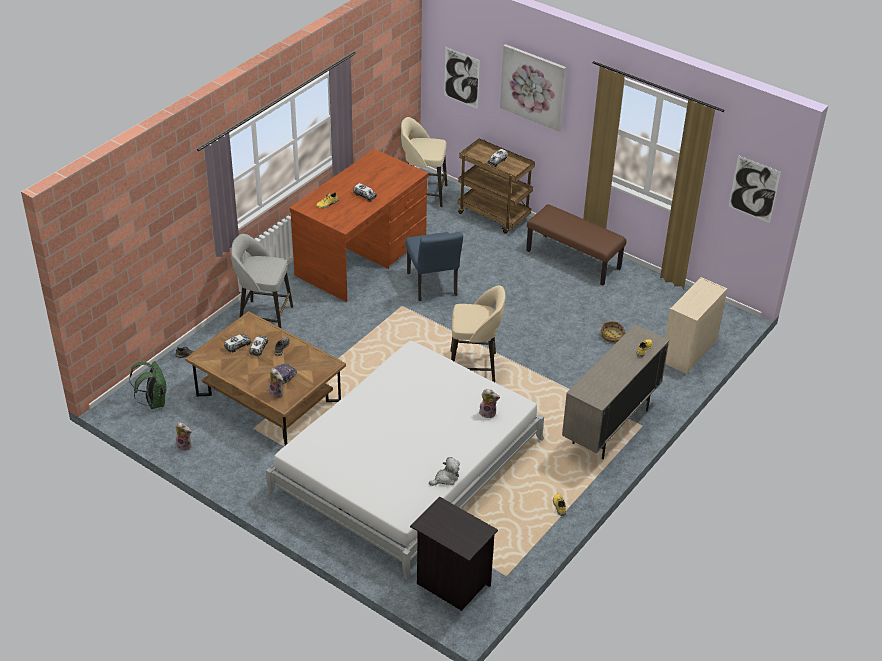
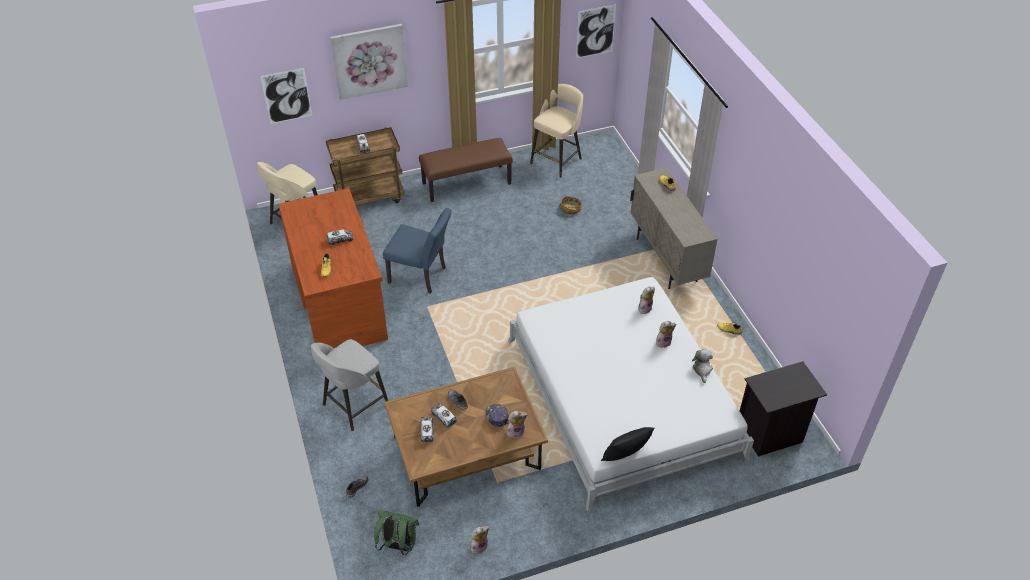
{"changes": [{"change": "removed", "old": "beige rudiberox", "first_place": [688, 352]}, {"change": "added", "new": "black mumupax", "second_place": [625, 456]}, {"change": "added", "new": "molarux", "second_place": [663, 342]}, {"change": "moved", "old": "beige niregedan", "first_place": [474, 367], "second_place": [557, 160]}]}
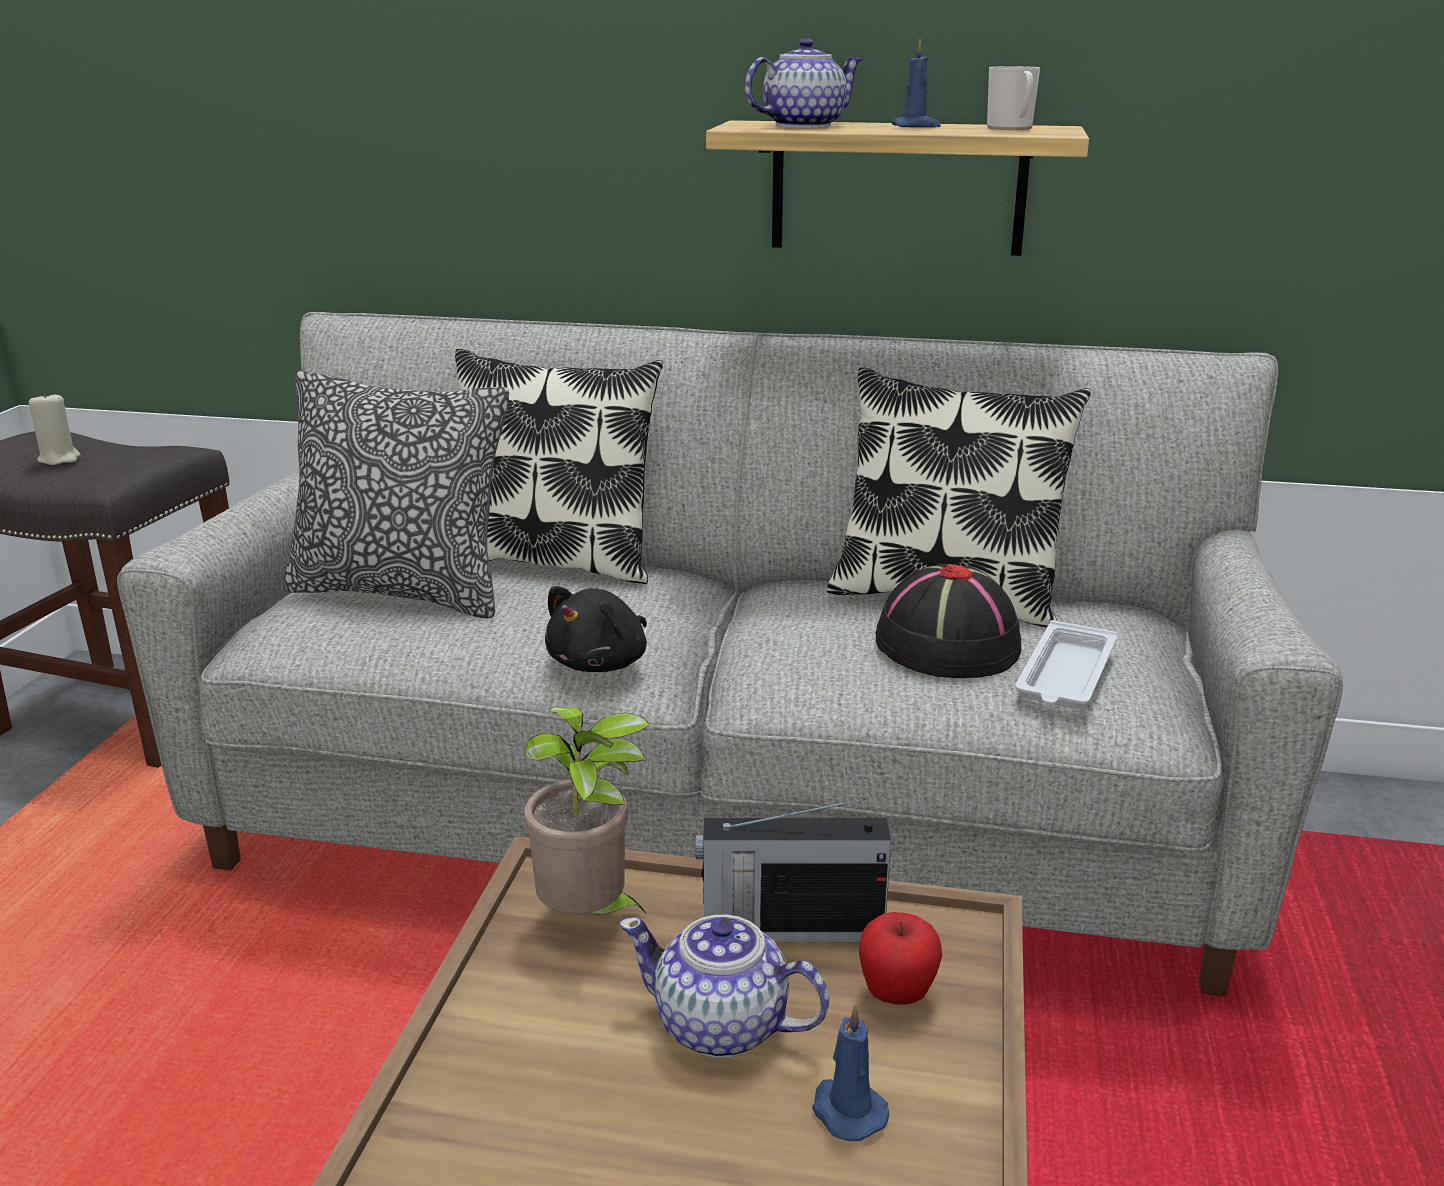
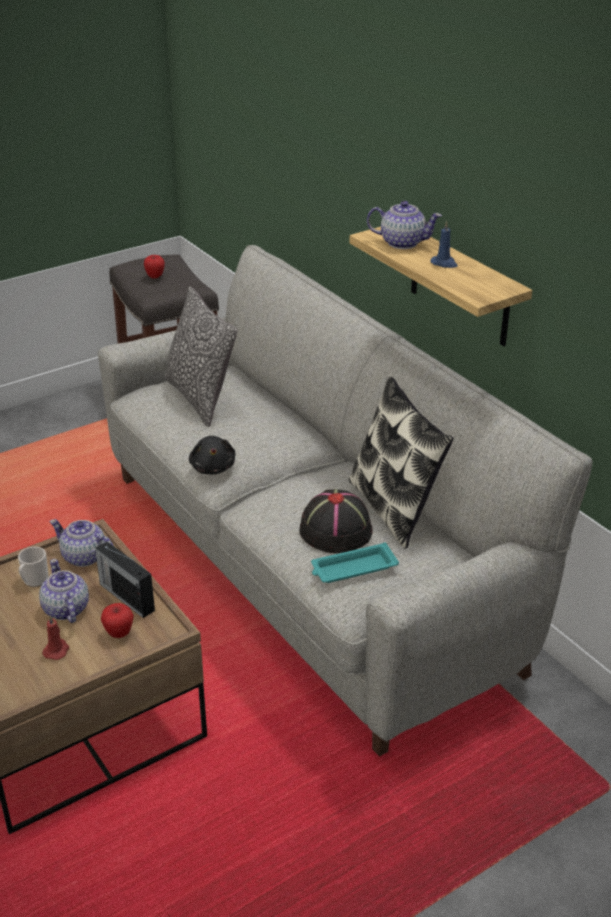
{"changes": [{"change": "removed", "old": "mumupax", "first_place": [554, 561]}, {"change": "moved", "old": "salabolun", "first_place": [1012, 128], "second_place": [34, 581]}, {"change": "replaced", "old": "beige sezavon", "new": "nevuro", "first_place": [59, 459], "second_place": [155, 276]}, {"change": "replaced", "old": "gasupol", "new": "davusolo", "first_place": [589, 918], "second_place": [84, 557]}, {"change": "recoloured", "old": "blue sezavon", "new": "red sezavon", "first_place": [846, 1111], "second_place": [57, 650]}, {"change": "recoloured", "old": "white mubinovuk", "new": "turquoise mubinovuk", "first_place": [1065, 675], "second_place": [352, 568]}, {"change": "turned", "old": "black molarux", "first_place": [601, 663], "second_place": [213, 467], "degrees": -90}]}
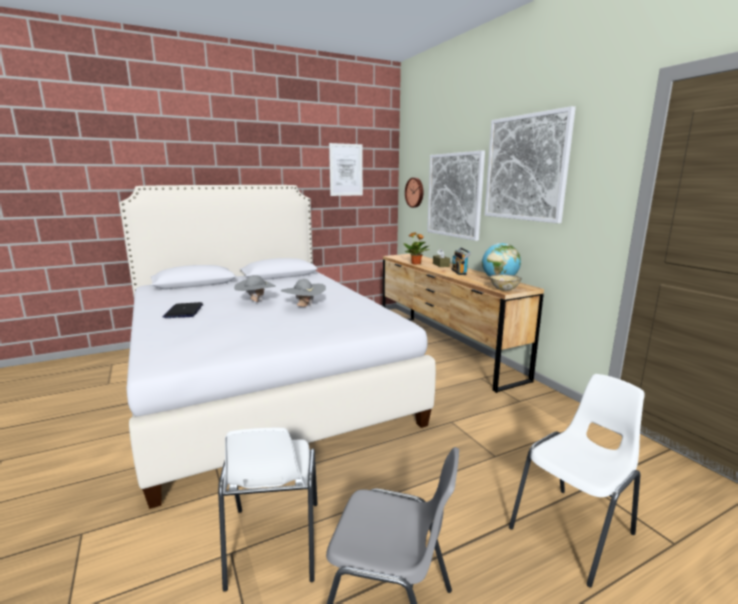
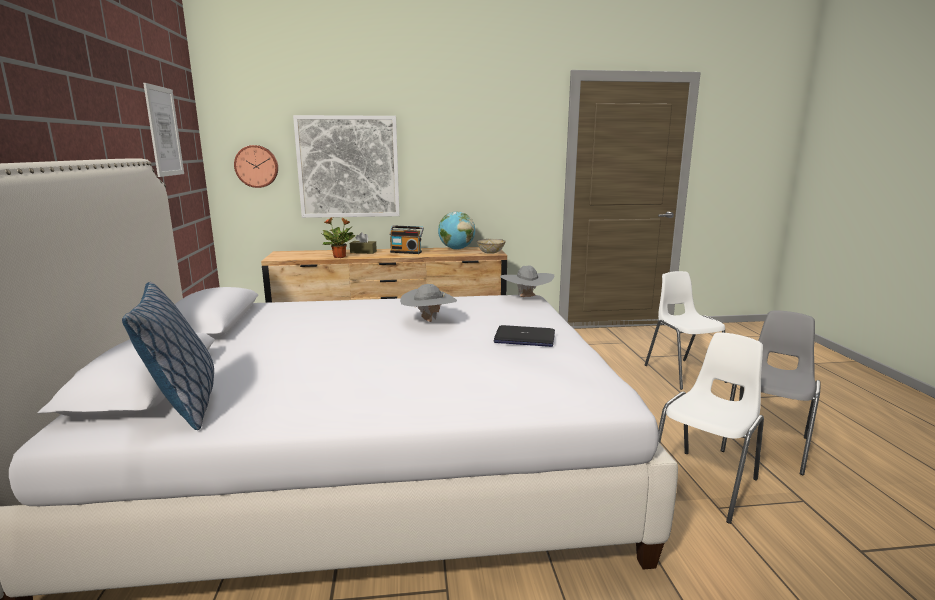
{"changes": [{"change": "removed", "old": "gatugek", "first_place": [525, 168]}, {"change": "added", "new": "mumupax", "second_place": [184, 406]}, {"change": "moved", "old": "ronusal", "first_place": [184, 311], "second_place": [524, 338]}, {"change": "moved", "old": "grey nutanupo", "first_place": [256, 302], "second_place": [526, 298]}, {"change": "turned", "old": "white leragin", "first_place": [273, 544], "second_place": [705, 483], "degrees": -60}]}
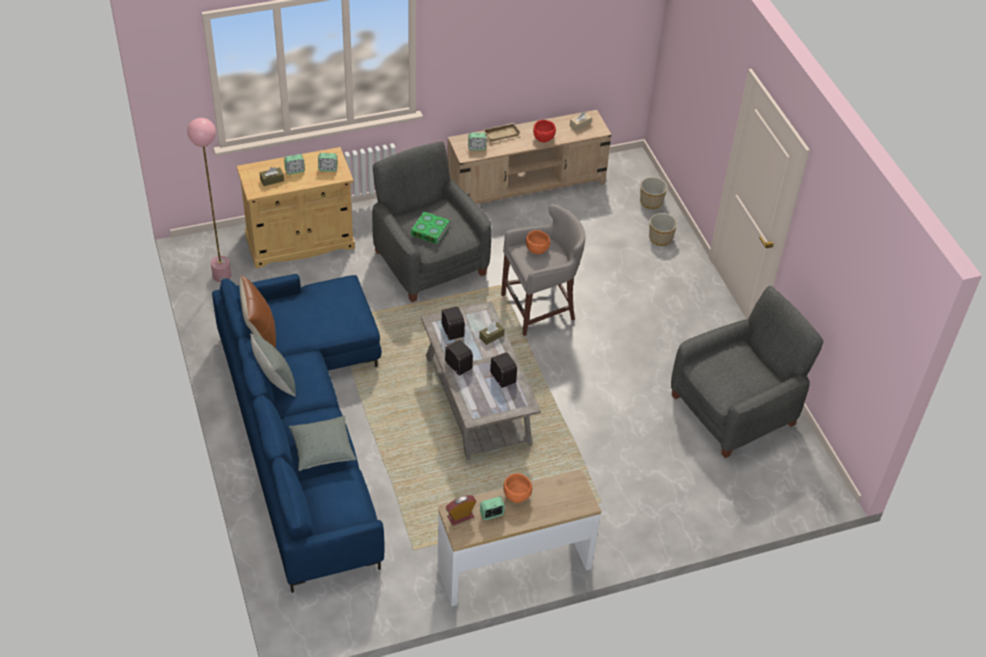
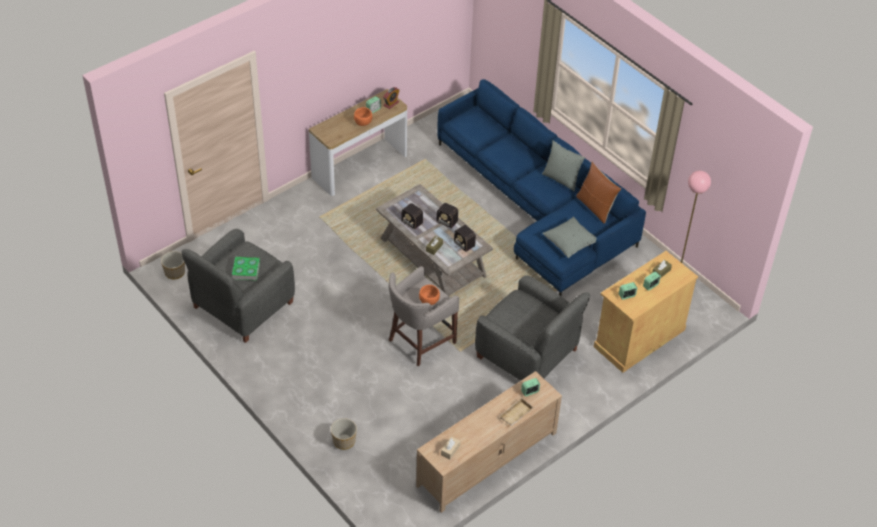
{"changes": [{"change": "removed", "old": "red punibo", "first_place": [543, 138]}, {"change": "moved", "old": "grey mumupax", "first_place": [322, 450], "second_place": [570, 243]}, {"change": "moved", "old": "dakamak", "first_place": [430, 230], "second_place": [246, 270]}, {"change": "moved", "old": "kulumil", "first_place": [651, 202], "second_place": [174, 272]}]}
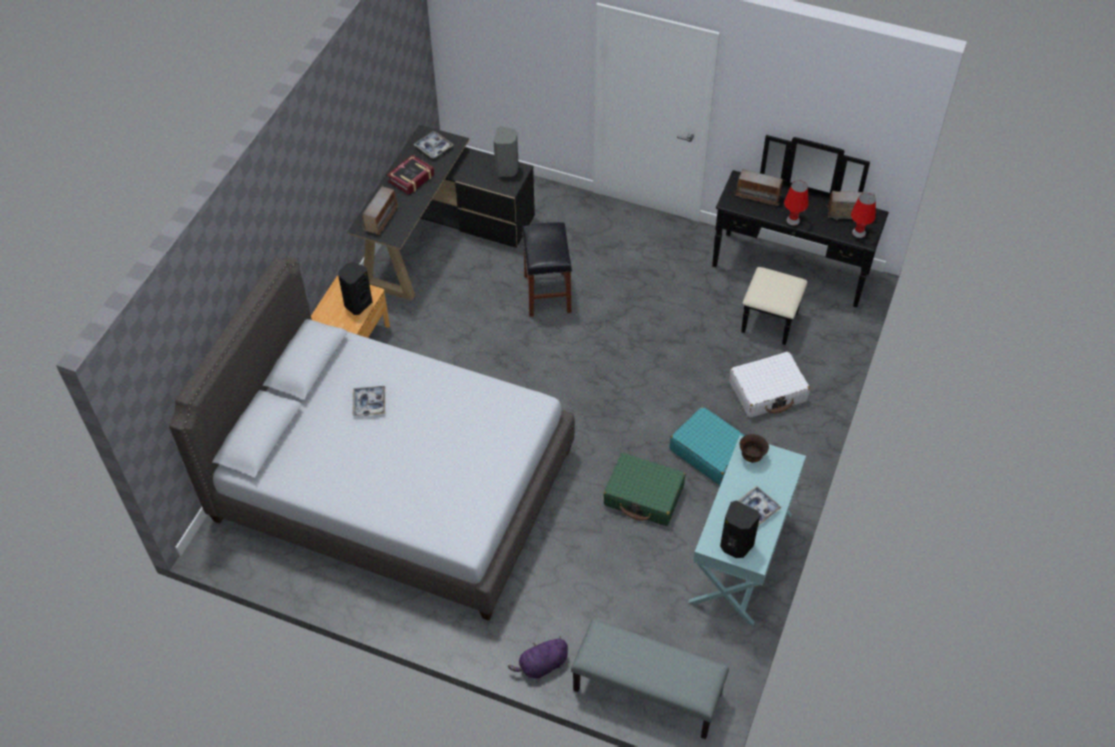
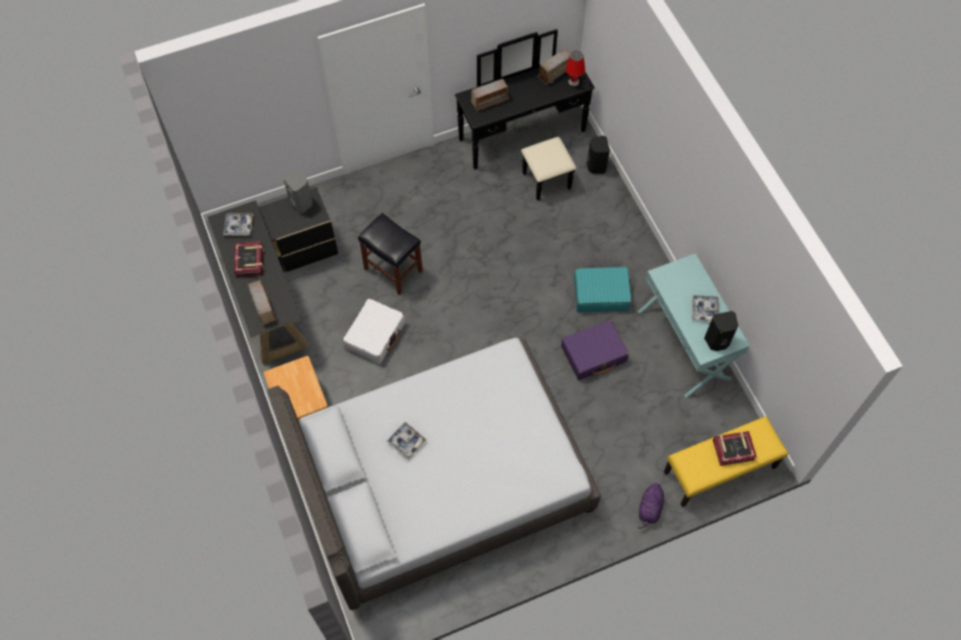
{"changes": [{"change": "removed", "old": "brown punibo", "first_place": [751, 456]}, {"change": "removed", "old": "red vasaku", "first_place": [793, 220]}, {"change": "added", "new": "dakamak", "second_place": [733, 449]}, {"change": "moved", "old": "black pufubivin", "first_place": [357, 304], "second_place": [596, 166]}, {"change": "moved", "old": "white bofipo", "first_place": [768, 391], "second_place": [375, 335]}, {"change": "recoloured", "old": "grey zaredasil", "new": "yellow zaredasil", "first_place": [646, 692], "second_place": [719, 470]}, {"change": "recoloured", "old": "green bofipo", "new": "purple bofipo", "first_place": [644, 496], "second_place": [594, 354]}]}
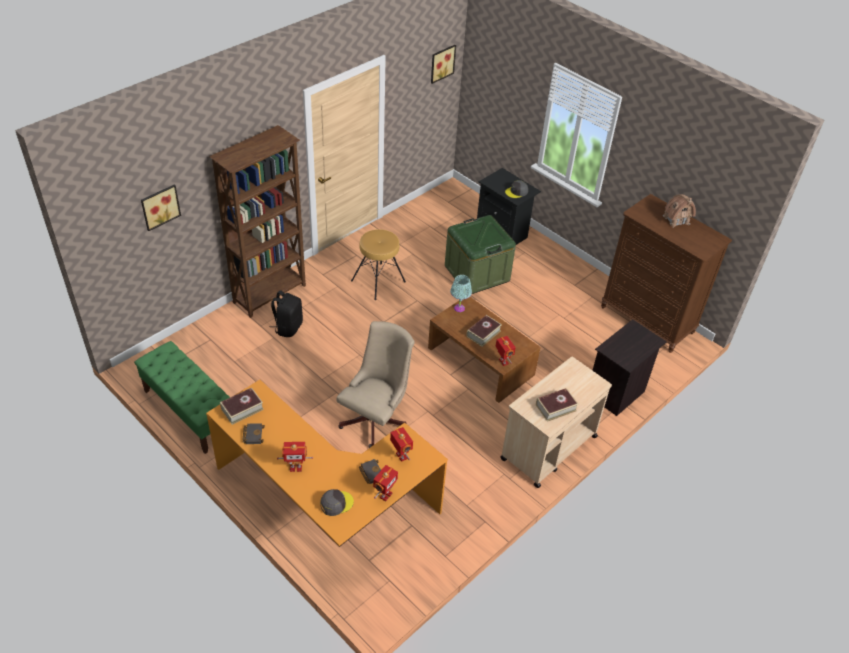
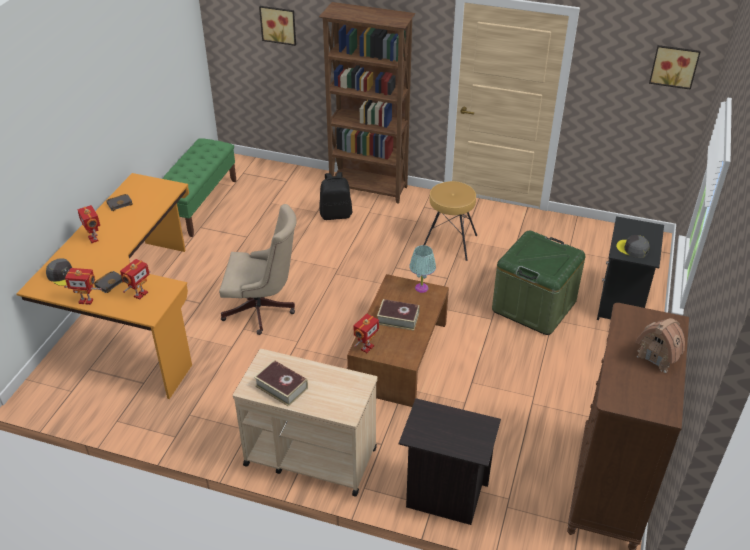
{"changes": [{"change": "removed", "old": "dakamak", "first_place": [242, 409]}]}
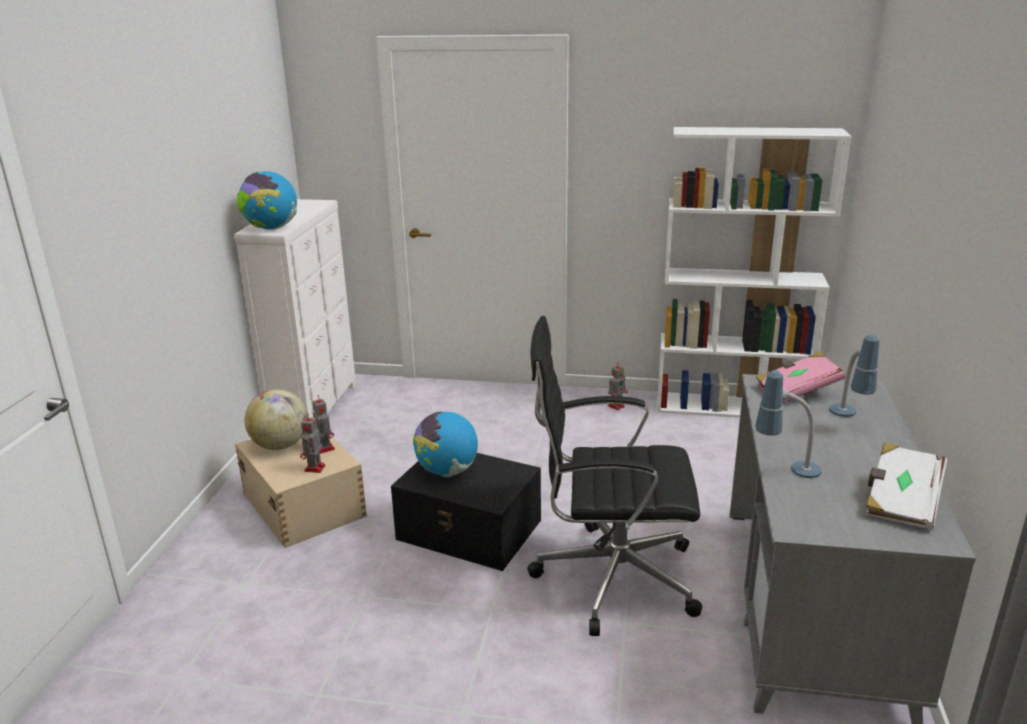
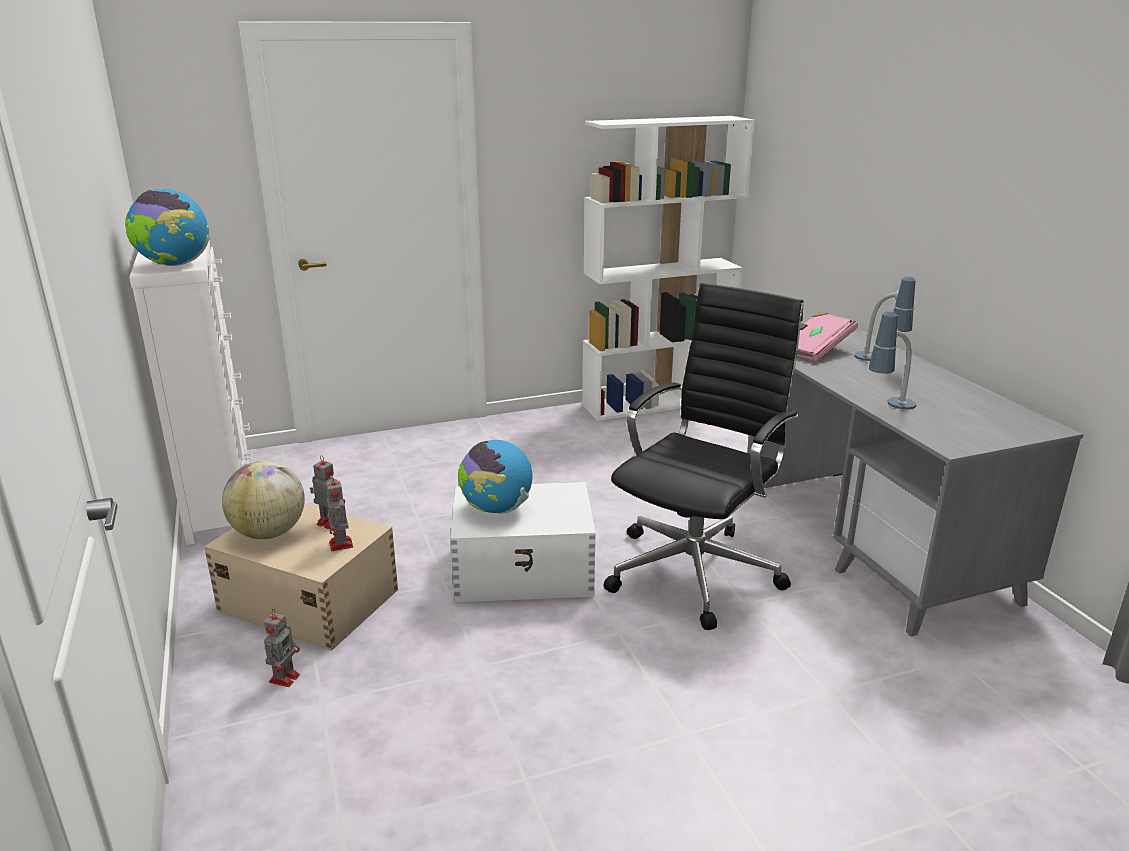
{"changes": [{"change": "removed", "old": "white dakamak", "first_place": [900, 502]}, {"change": "moved", "old": "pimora", "first_place": [616, 406], "second_place": [285, 677]}, {"change": "recoloured", "old": "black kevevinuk", "new": "white kevevinuk", "first_place": [470, 530], "second_place": [525, 570]}, {"change": "turned", "old": "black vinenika", "first_place": [611, 577], "second_place": [697, 570], "degrees": 150}]}
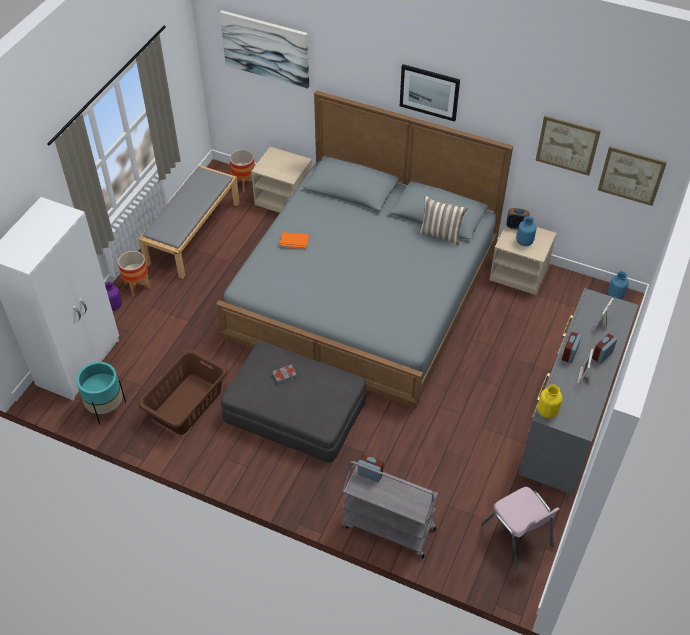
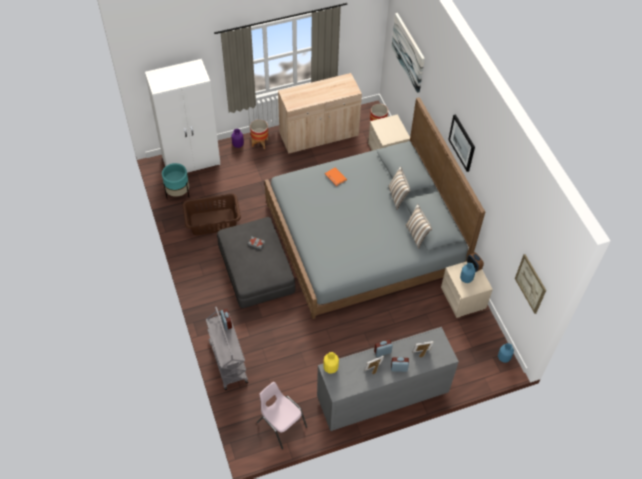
{"changes": [{"change": "removed", "old": "gatugek", "first_place": [567, 145]}, {"change": "added", "new": "mumupax", "second_place": [398, 197]}, {"change": "replaced", "old": "grey zaredasil", "new": "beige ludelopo", "first_place": [193, 232], "second_place": [319, 135]}, {"change": "turned", "old": "pink leragin", "first_place": [518, 536], "second_place": [281, 424], "degrees": 120}]}
